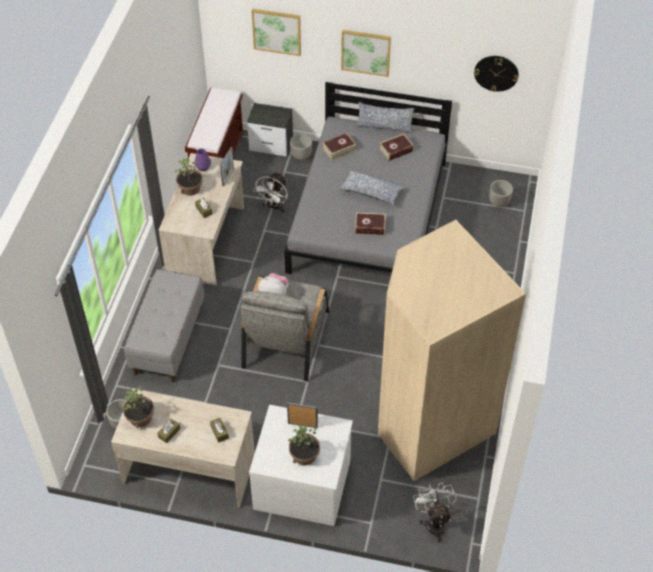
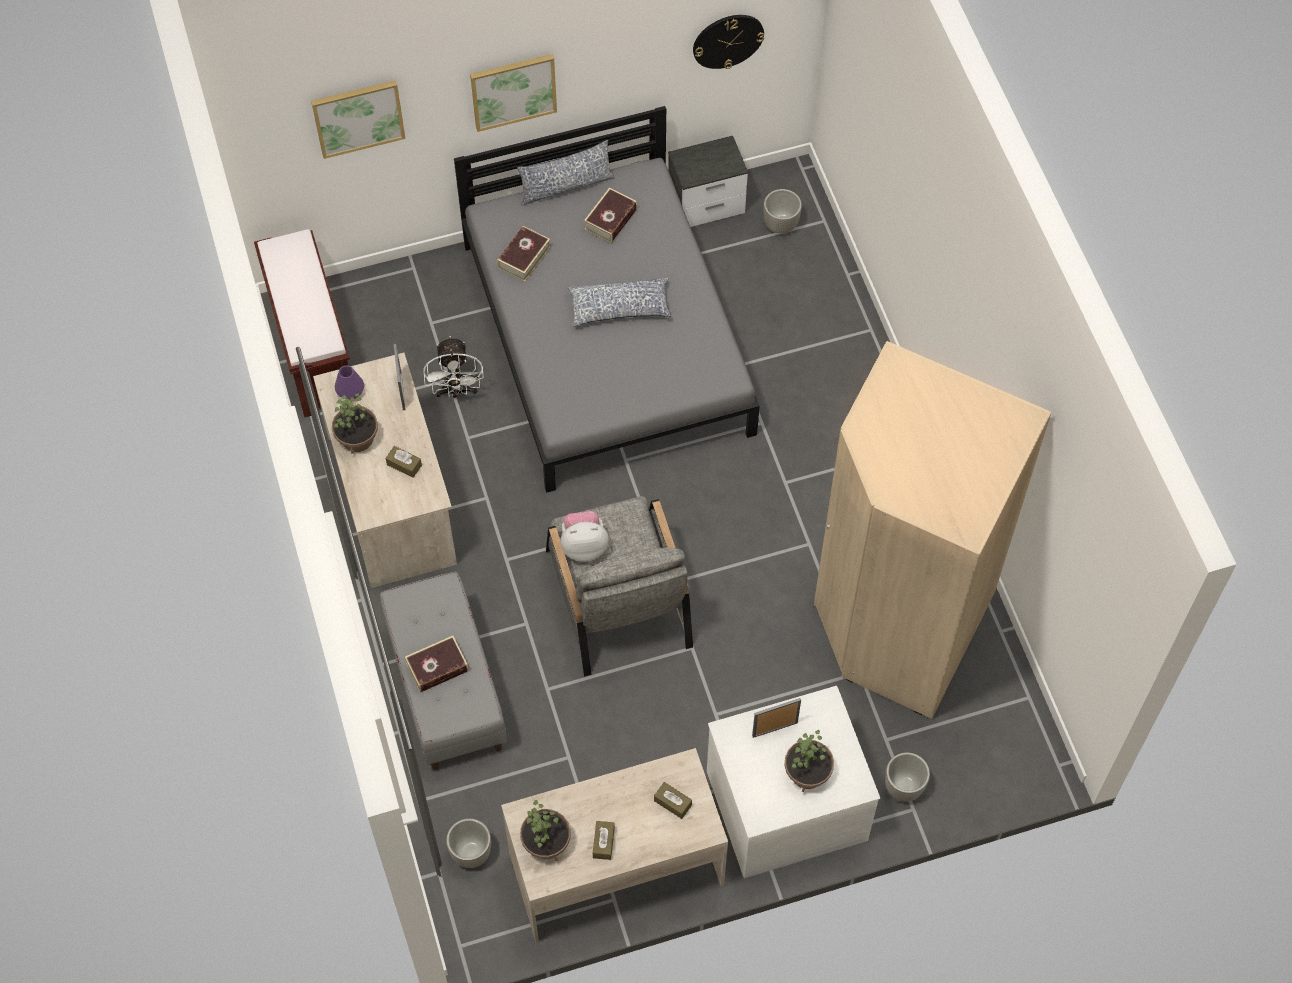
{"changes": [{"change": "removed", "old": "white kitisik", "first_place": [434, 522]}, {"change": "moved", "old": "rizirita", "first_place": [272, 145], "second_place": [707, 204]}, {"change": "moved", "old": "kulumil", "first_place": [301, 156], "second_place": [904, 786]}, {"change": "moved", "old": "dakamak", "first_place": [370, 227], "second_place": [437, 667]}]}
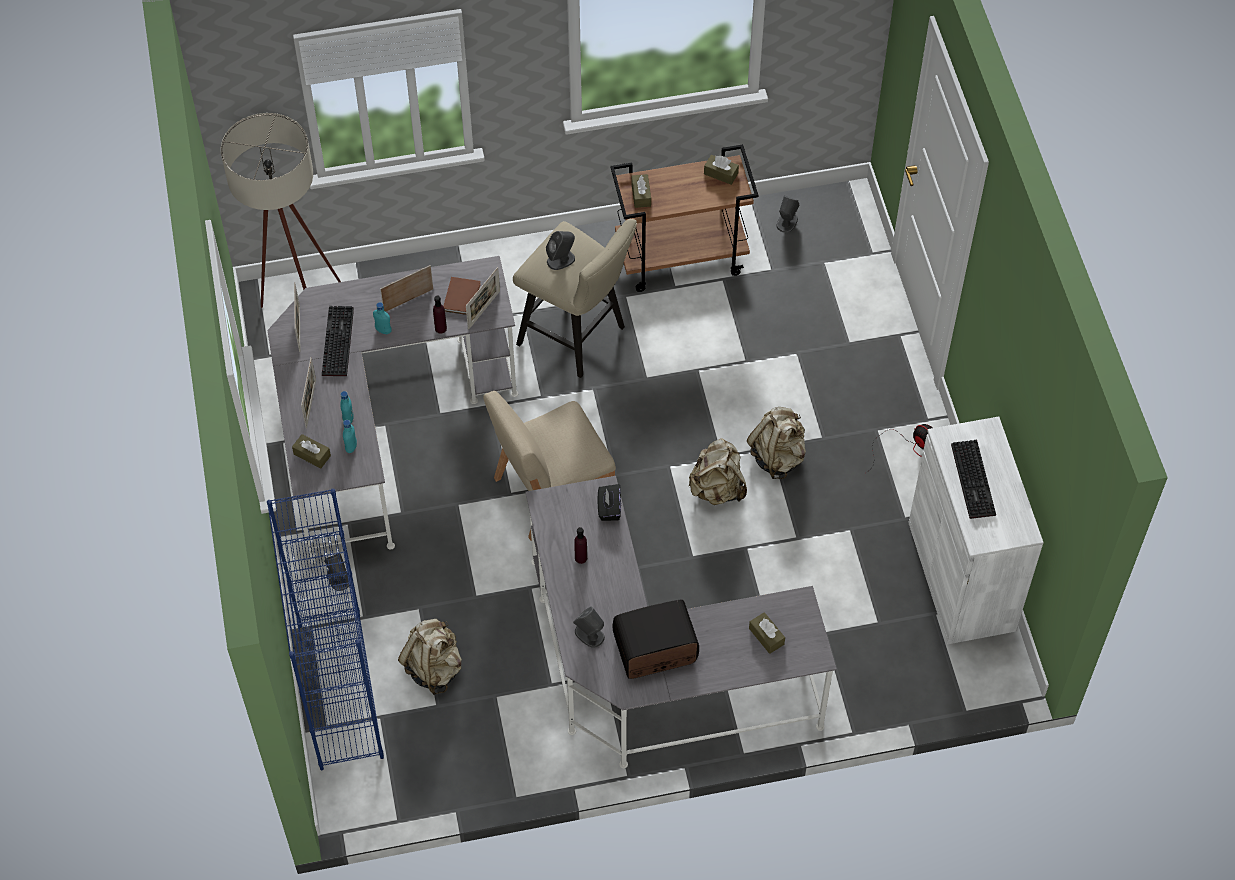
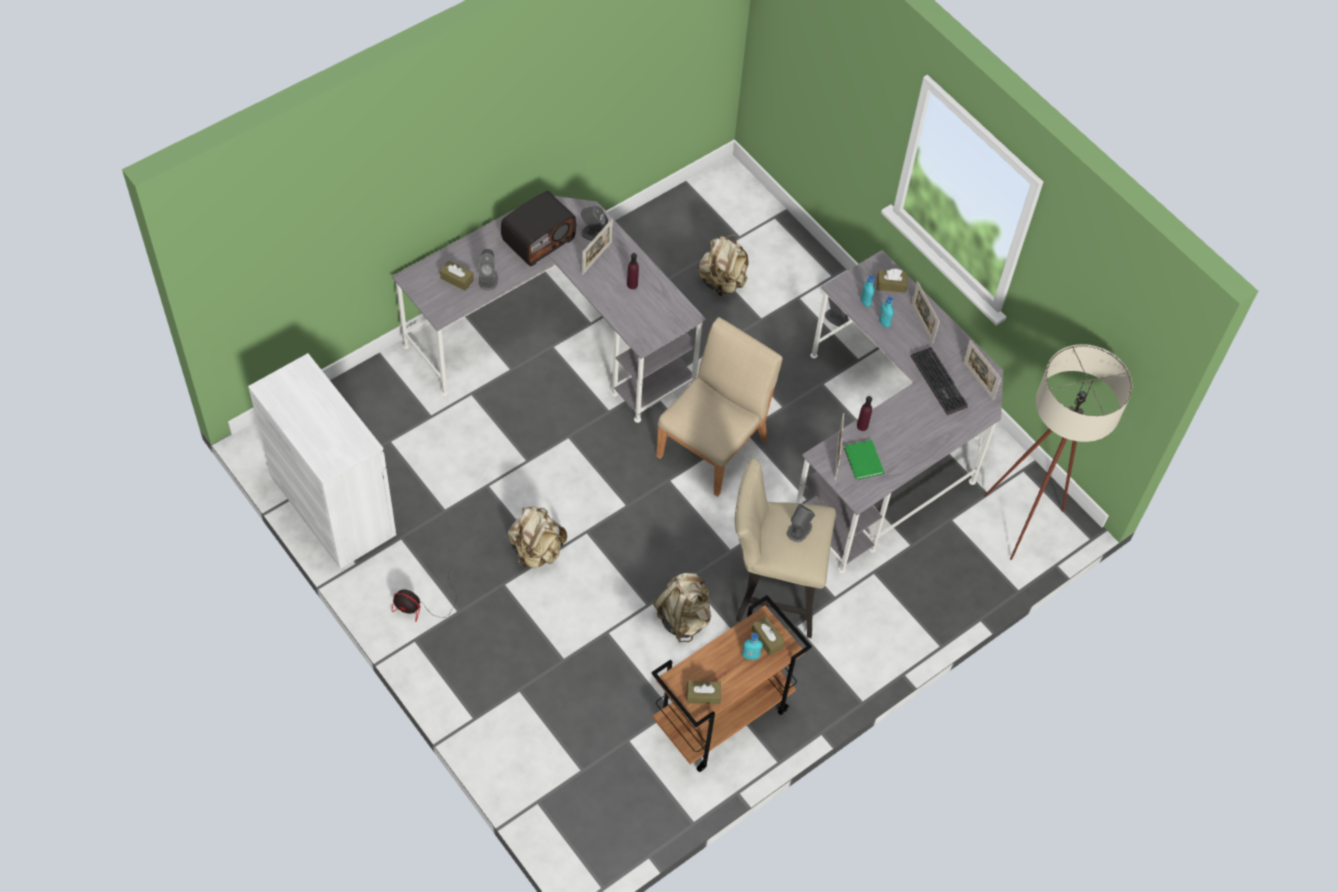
{"changes": [{"change": "removed", "old": "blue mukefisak", "first_place": [339, 689]}, {"change": "removed", "old": "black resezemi", "first_place": [609, 509]}, {"change": "removed", "old": "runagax", "first_place": [975, 481]}, {"change": "moved", "old": "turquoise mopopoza", "first_place": [383, 330], "second_place": [750, 656]}, {"change": "moved", "old": "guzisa", "first_place": [408, 300], "second_place": [597, 258]}, {"change": "moved", "old": "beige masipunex", "first_place": [717, 488], "second_place": [683, 618]}, {"change": "moved", "old": "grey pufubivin", "first_place": [787, 222], "second_place": [488, 279]}, {"change": "recoloured", "old": "brown dakamak", "new": "green dakamak", "first_place": [462, 296], "second_place": [863, 462]}]}
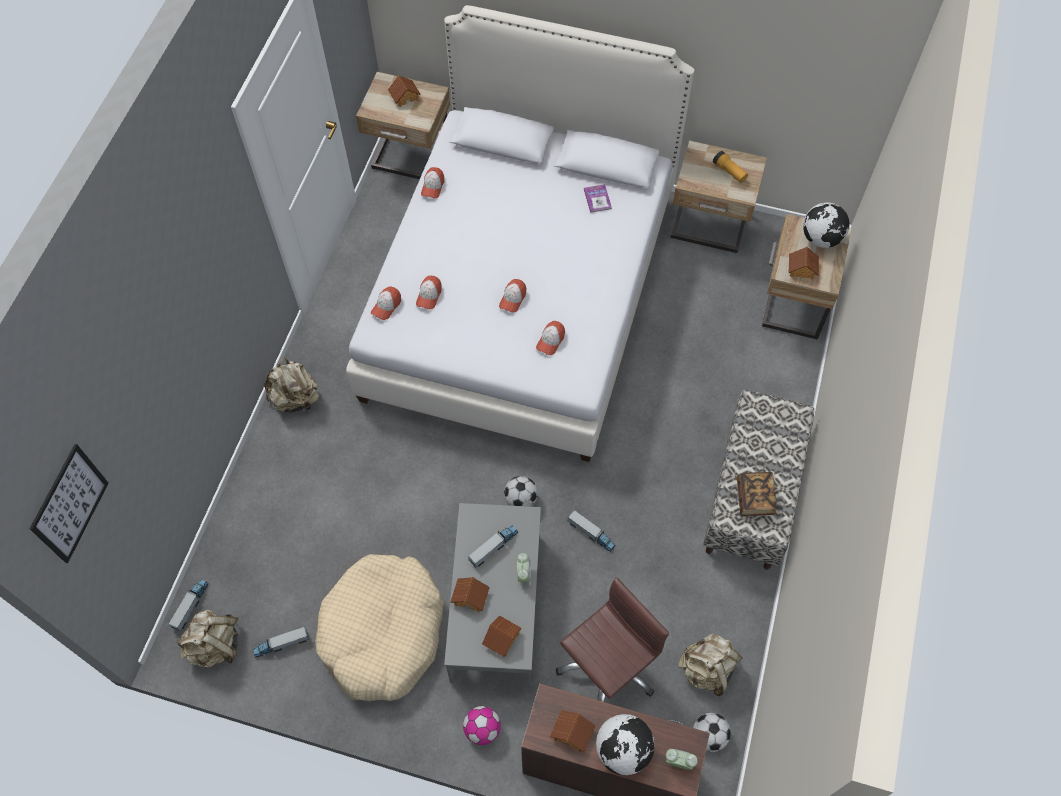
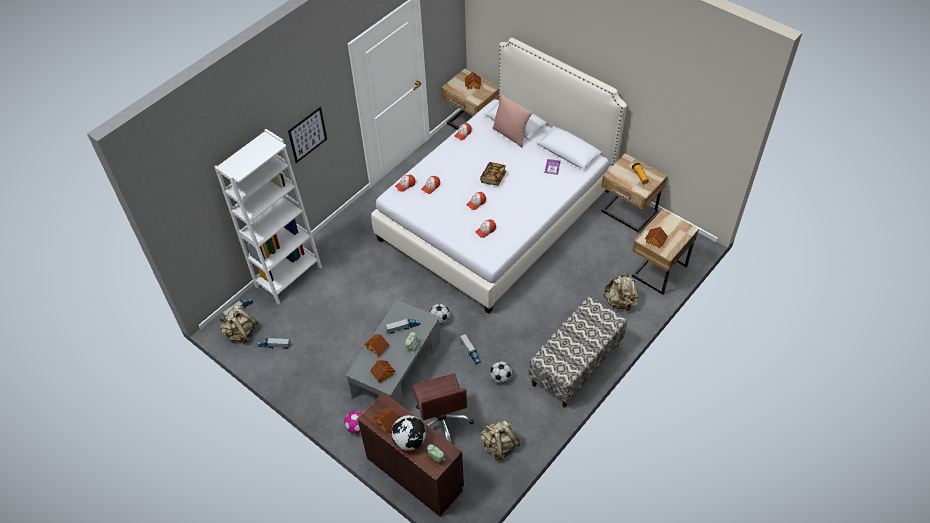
{"changes": [{"change": "removed", "old": "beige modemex", "first_place": [383, 632]}, {"change": "removed", "old": "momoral", "first_place": [821, 238]}, {"change": "added", "new": "white mukefisak", "second_place": [289, 277]}, {"change": "added", "new": "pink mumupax", "second_place": [511, 135]}, {"change": "moved", "old": "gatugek", "first_place": [70, 504], "second_place": [307, 134]}, {"change": "moved", "old": "beige masipunex", "first_place": [296, 399], "second_place": [620, 302]}, {"change": "moved", "old": "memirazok", "first_place": [708, 736], "second_place": [501, 377]}, {"change": "moved", "old": "dakamak", "first_place": [754, 498], "second_place": [493, 178]}, {"change": "turned", "old": "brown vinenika", "first_place": [607, 667], "second_place": [442, 422], "degrees": 90}]}
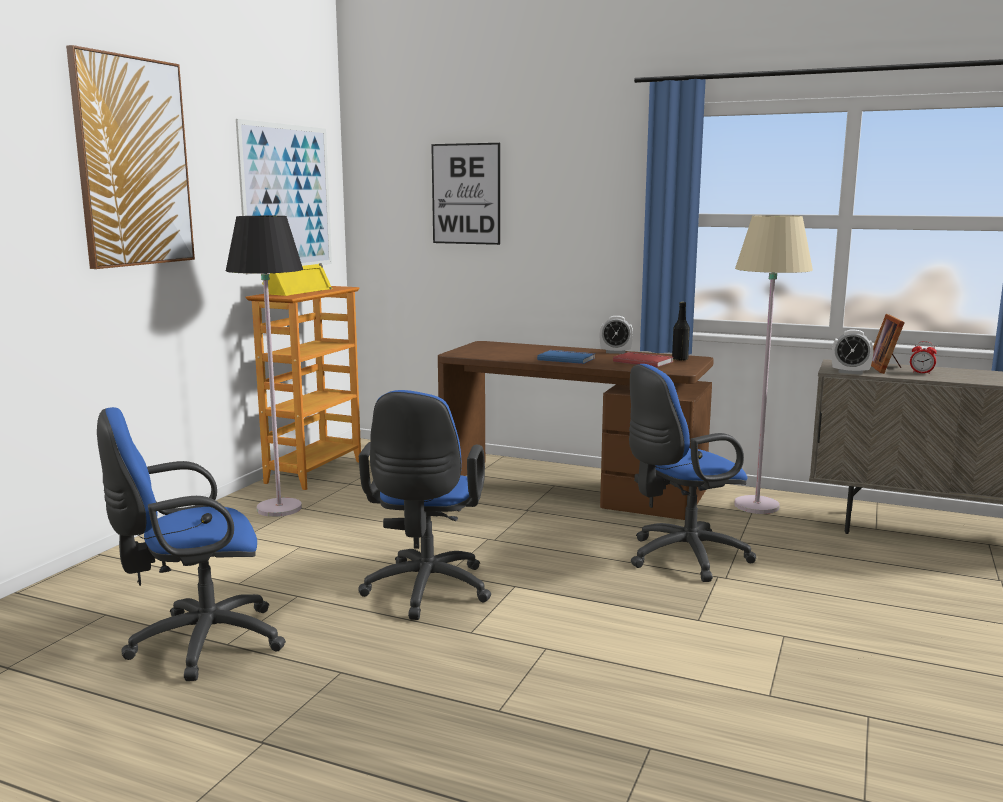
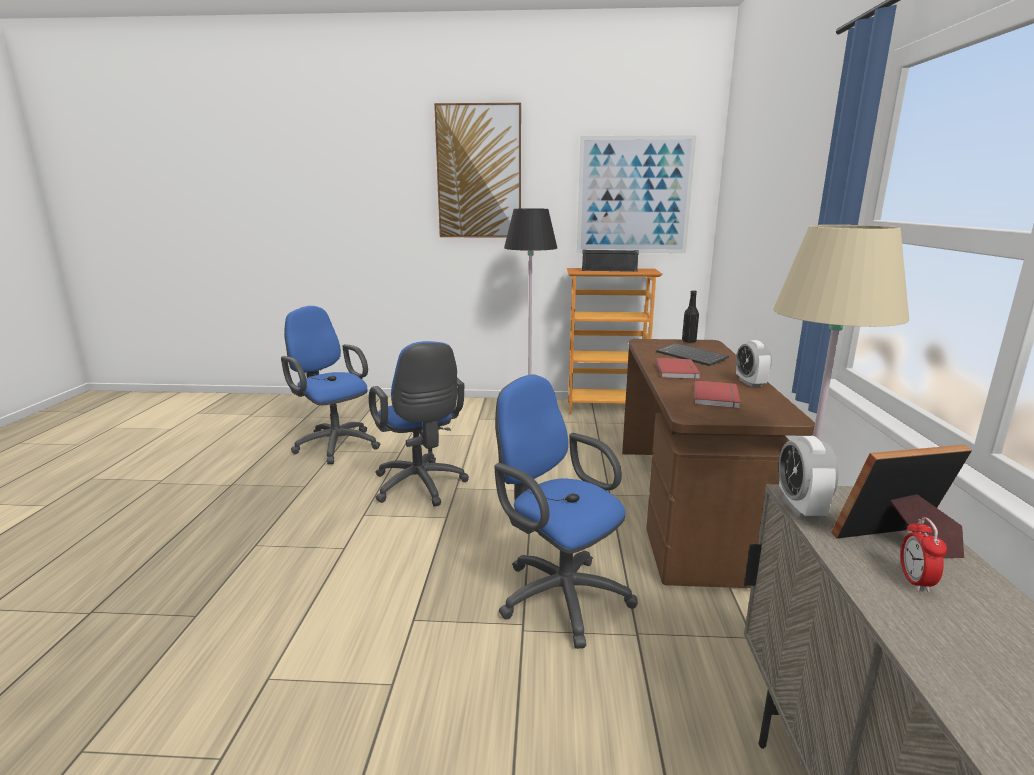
{"changes": [{"change": "removed", "old": "gatugek", "first_place": [466, 194]}, {"change": "added", "new": "runagax", "second_place": [692, 356]}, {"change": "moved", "old": "black mopopoza", "first_place": [680, 359], "second_place": [689, 341]}, {"change": "recoloured", "old": "yellow pufubivin", "new": "black pufubivin", "first_place": [297, 291], "second_place": [609, 269]}, {"change": "recoloured", "old": "blue dakamak", "new": "red dakamak", "first_place": [566, 359], "second_place": [678, 371]}, {"change": "turned", "old": "blue vinenika", "first_place": [425, 592], "second_place": [421, 487], "degrees": -105}]}
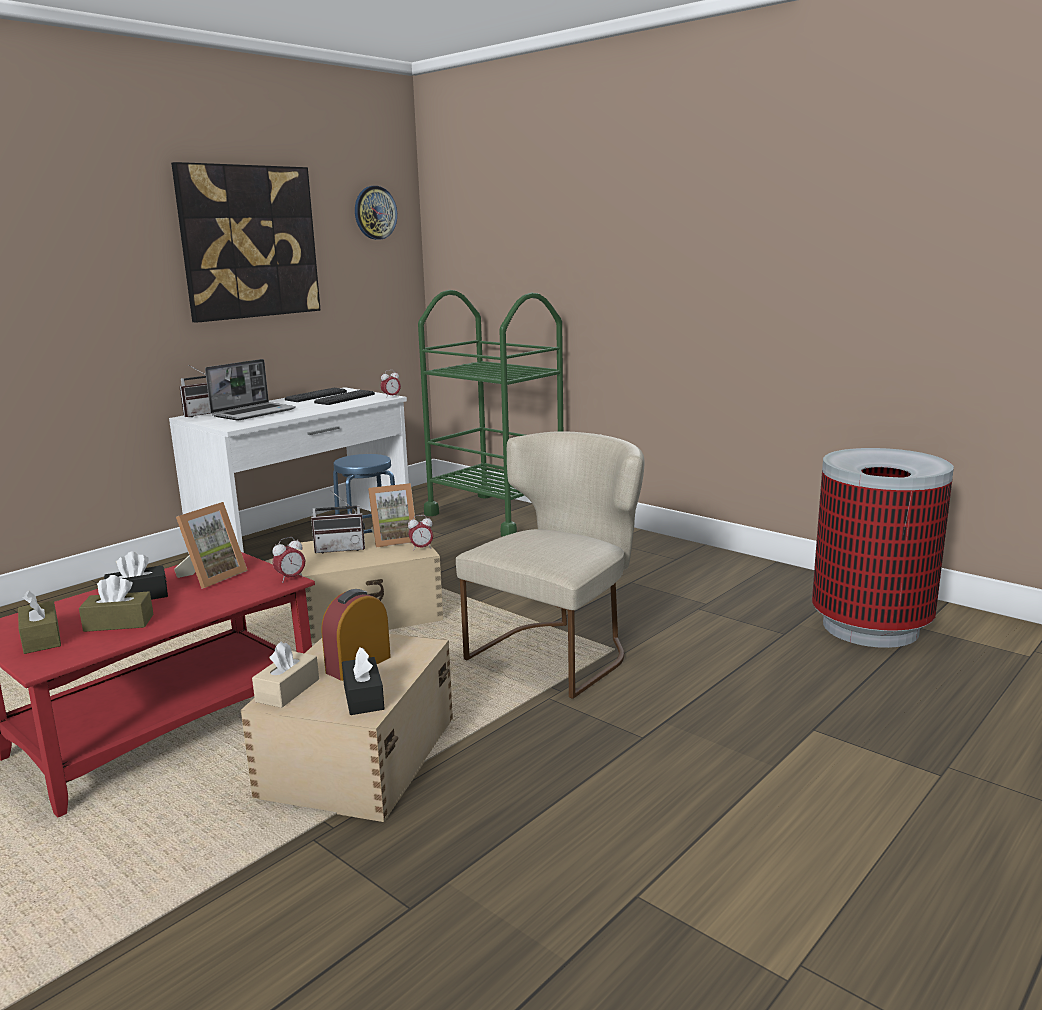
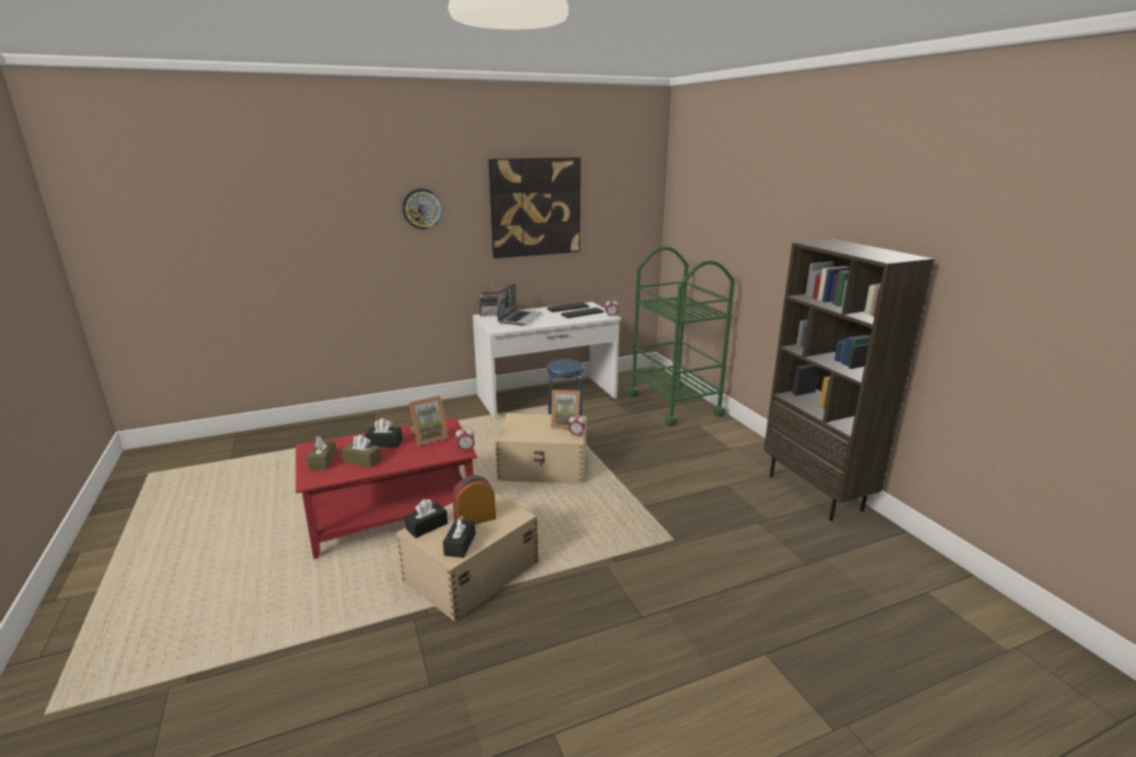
{"changes": [{"change": "removed", "old": "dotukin", "first_place": [341, 549]}, {"change": "removed", "old": "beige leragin", "first_place": [559, 651]}, {"change": "removed", "old": "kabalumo", "first_place": [870, 627]}, {"change": "added", "new": "brown mukefisak", "second_place": [816, 493]}, {"change": "moved", "old": "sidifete", "first_place": [375, 212], "second_place": [422, 209]}, {"change": "recoloured", "old": "beige resezemi", "new": "black resezemi", "first_place": [287, 690], "second_place": [427, 526]}, {"change": "turned", "old": "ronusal", "first_place": [254, 413], "second_place": [519, 318], "degrees": -45}]}
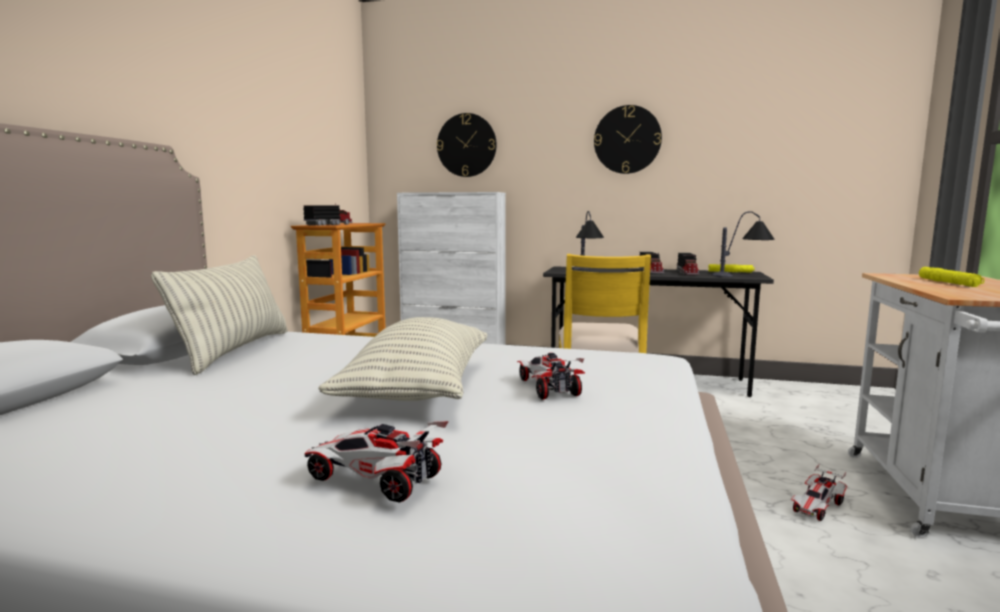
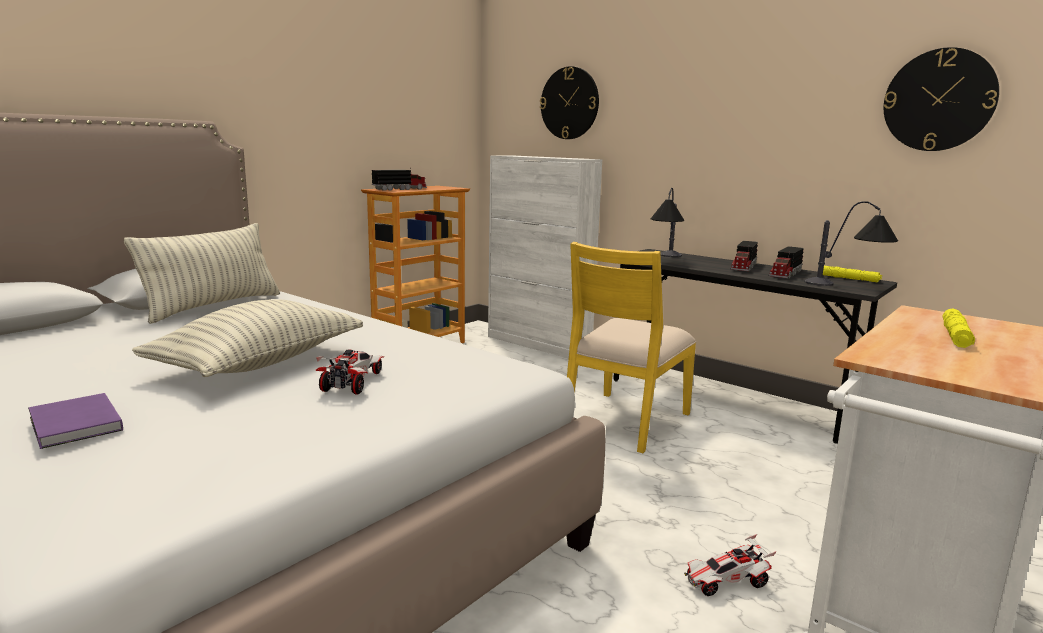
{"changes": [{"change": "moved", "old": "sidifete", "first_place": [627, 139], "second_place": [939, 100]}, {"change": "replaced", "old": "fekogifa", "new": "purple dakamak", "first_place": [374, 480], "second_place": [74, 425]}]}
